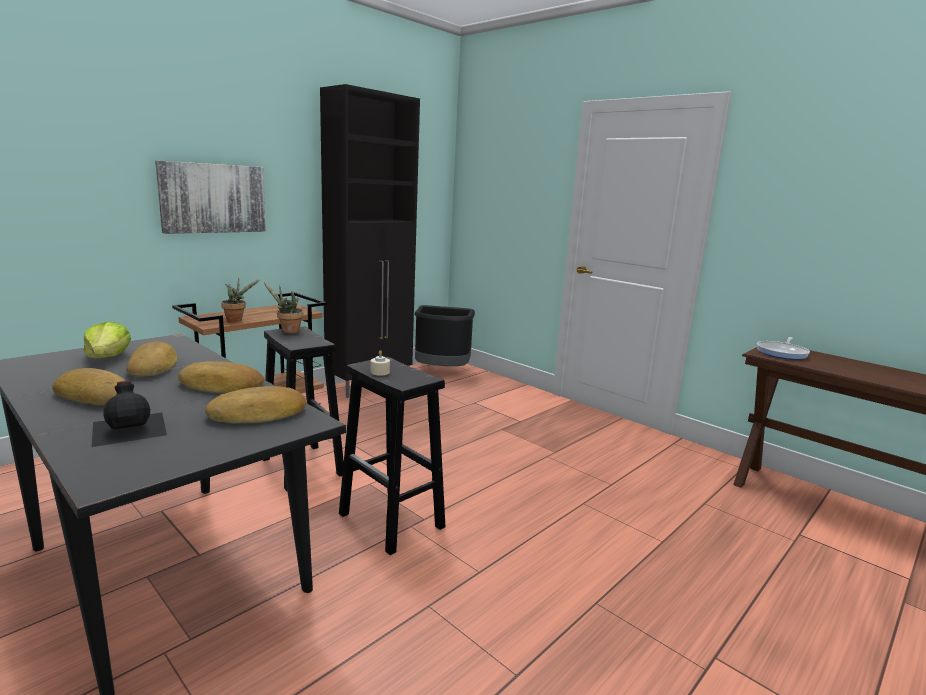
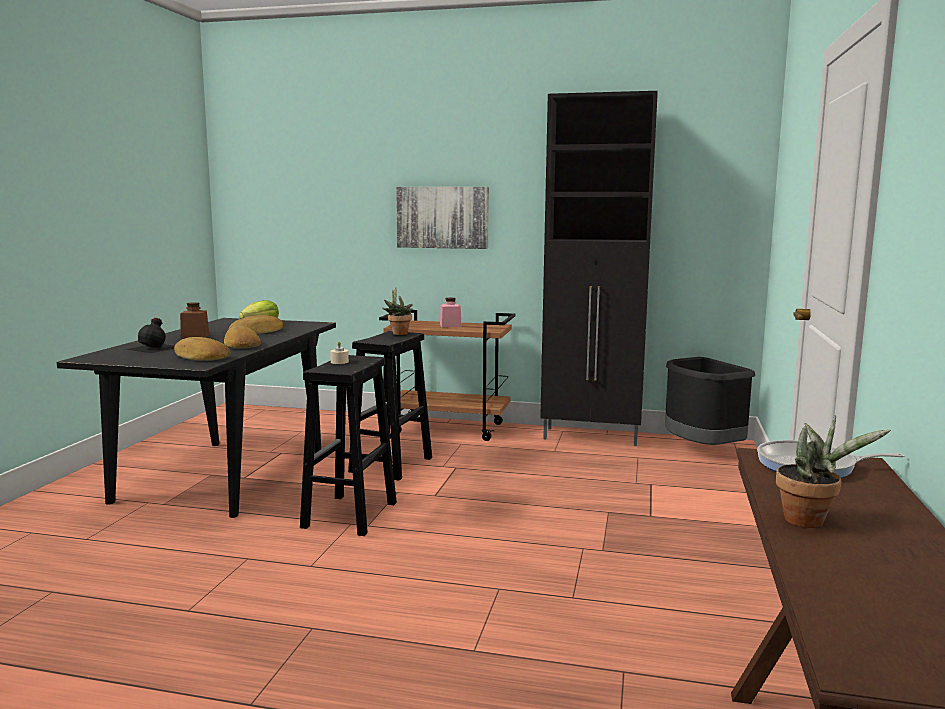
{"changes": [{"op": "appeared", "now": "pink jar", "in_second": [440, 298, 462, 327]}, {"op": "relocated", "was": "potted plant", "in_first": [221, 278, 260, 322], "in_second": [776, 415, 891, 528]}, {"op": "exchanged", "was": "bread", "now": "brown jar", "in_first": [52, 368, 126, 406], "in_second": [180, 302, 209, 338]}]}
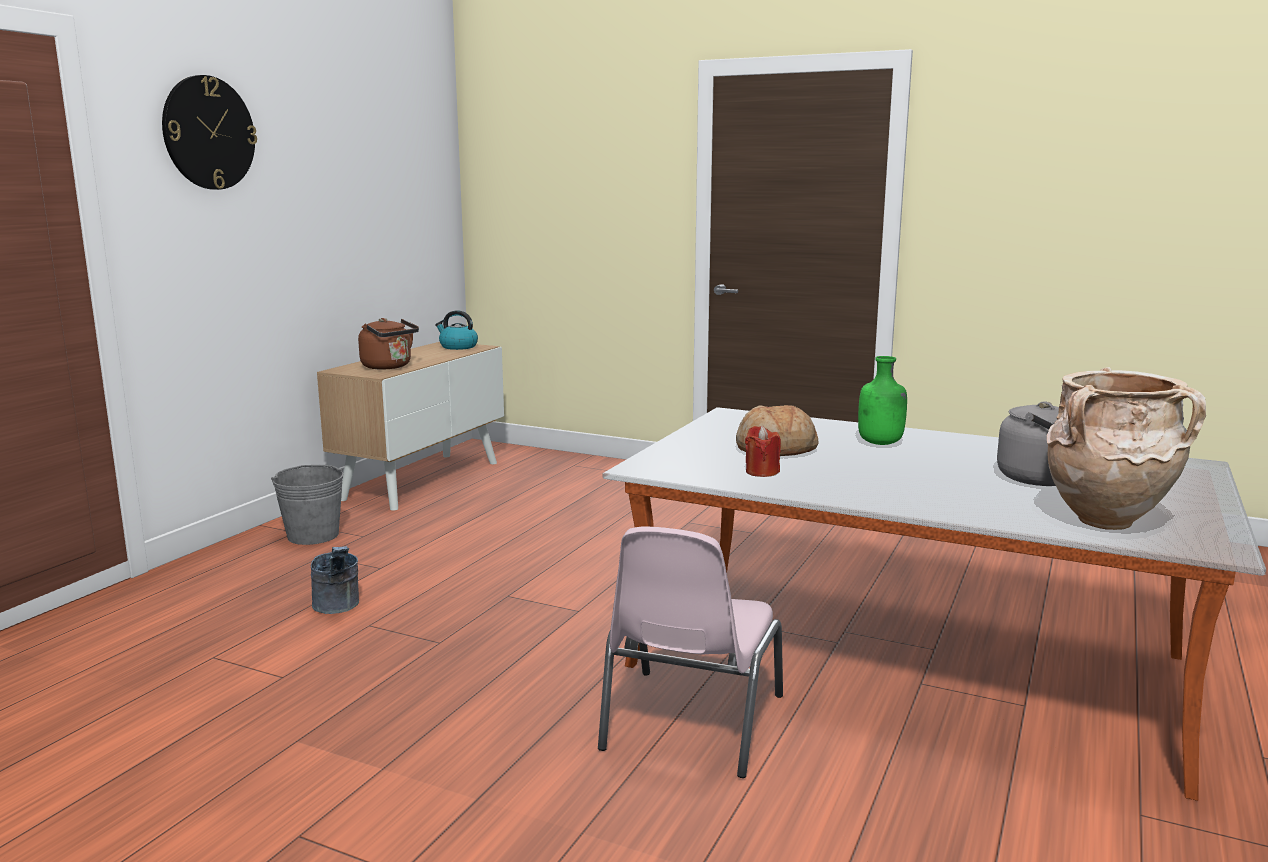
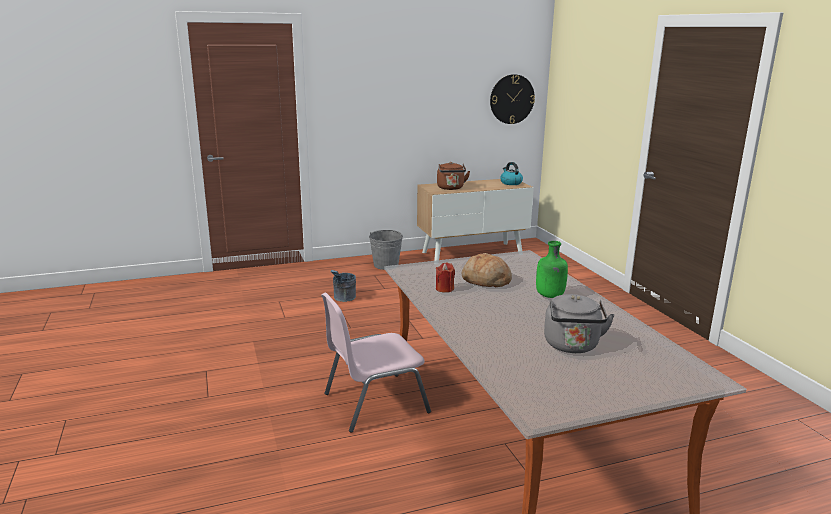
{"changes": [{"op": "missing", "was": "beige vase", "in_first": [1047, 367, 1206, 530]}, {"op": "relocated", "was": "wall clock", "in_first": [162, 75, 257, 190], "in_second": [490, 74, 535, 124]}]}
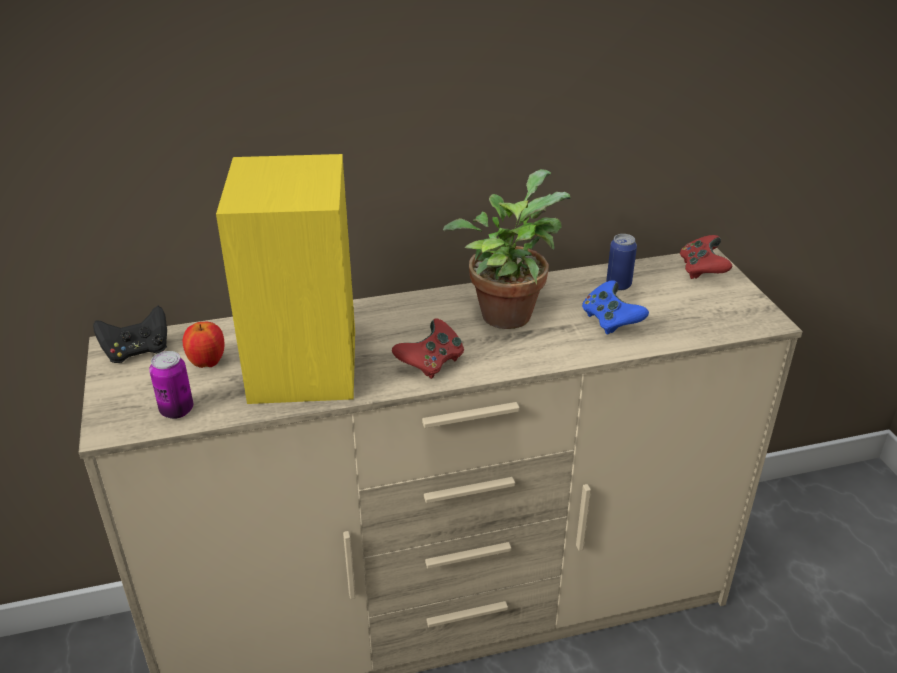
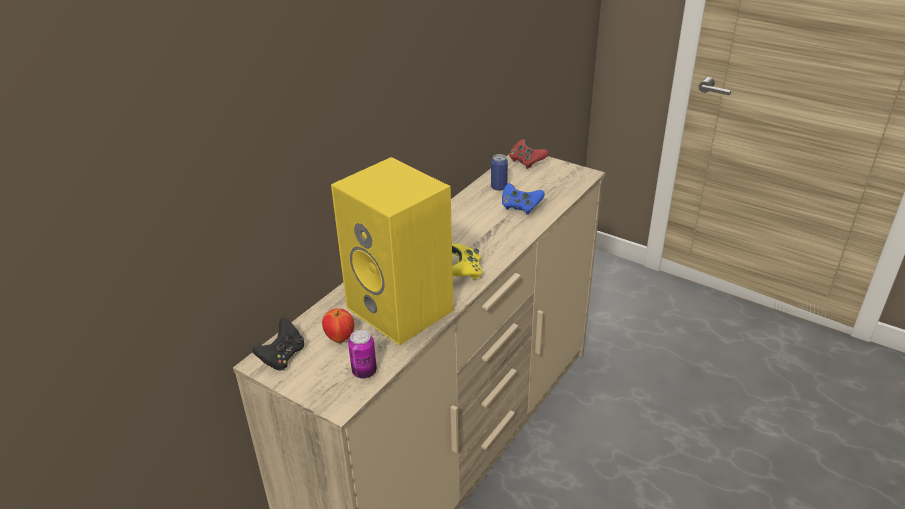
{"changes": [{"op": "missing", "was": "potted plant", "in_first": [443, 169, 571, 329]}, {"op": "colour", "was": "red game controller", "now": "yellow game controller", "in_first": [392, 318, 464, 379], "in_second": [452, 244, 482, 279]}]}
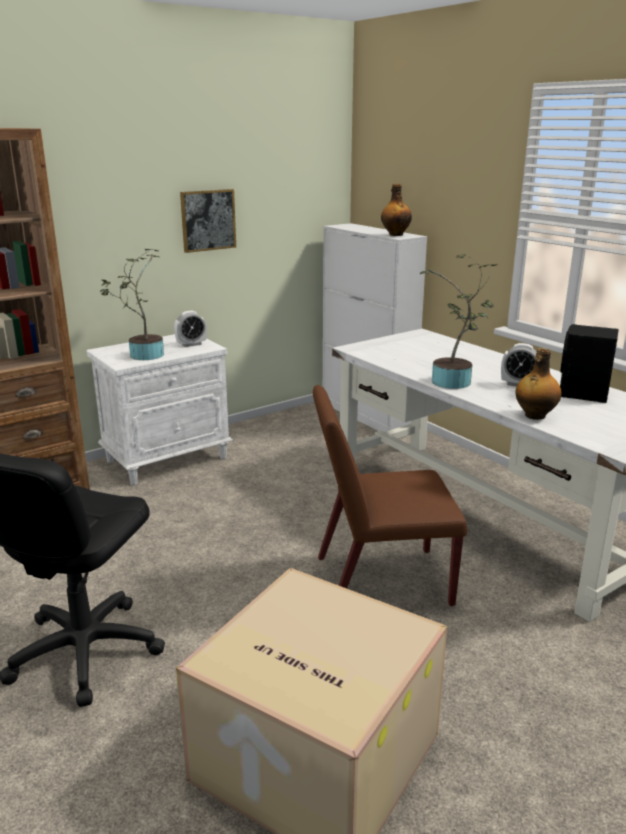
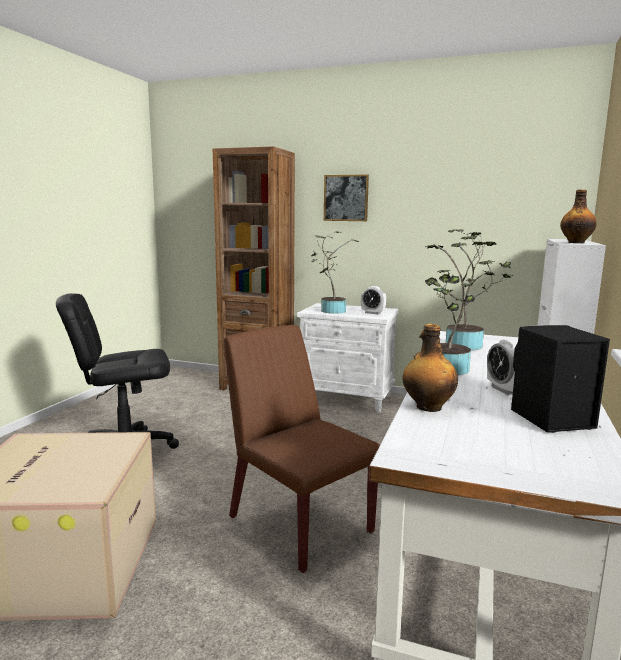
{"changes": [{"op": "appeared", "now": "potted plant", "in_second": [446, 229, 514, 350]}, {"op": "relocated", "was": "picture", "in_first": [180, 189, 236, 253], "in_second": [324, 174, 369, 221]}]}
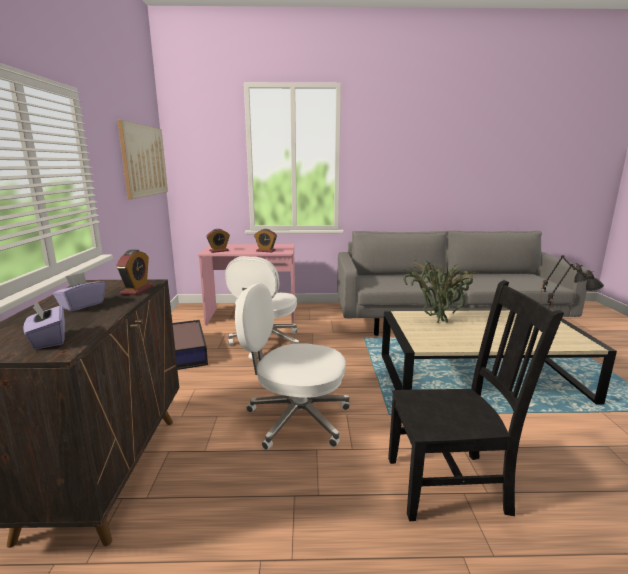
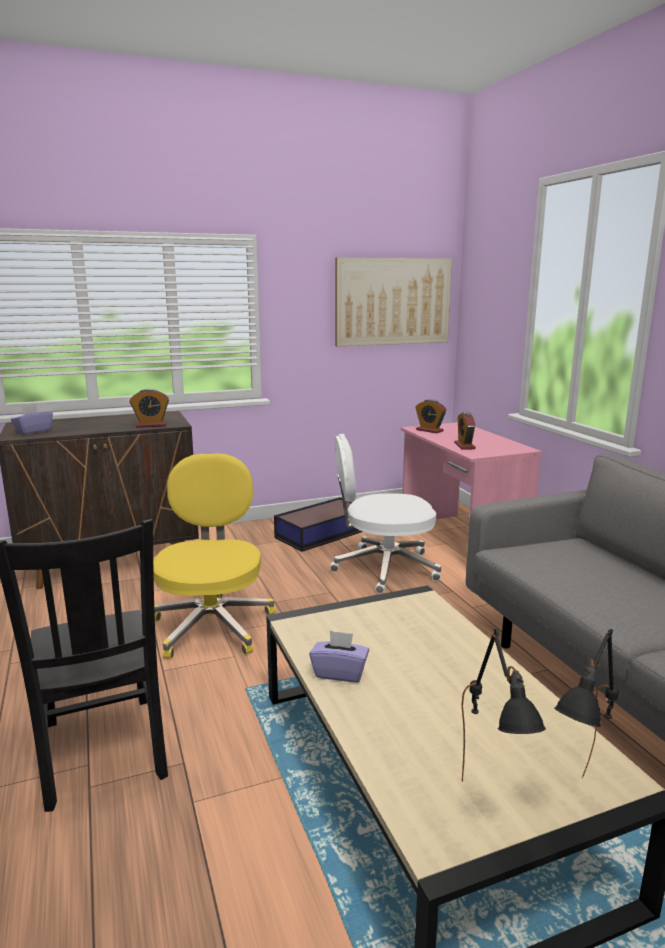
{"changes": [{"op": "missing", "was": "potted plant", "in_first": [403, 260, 478, 323]}, {"op": "relocated", "was": "purple tissue box", "in_first": [53, 272, 105, 311], "in_second": [309, 630, 369, 682]}, {"op": "colour", "was": "white office chair", "now": "yellow office chair", "in_first": [235, 283, 350, 450], "in_second": [153, 453, 276, 659]}]}
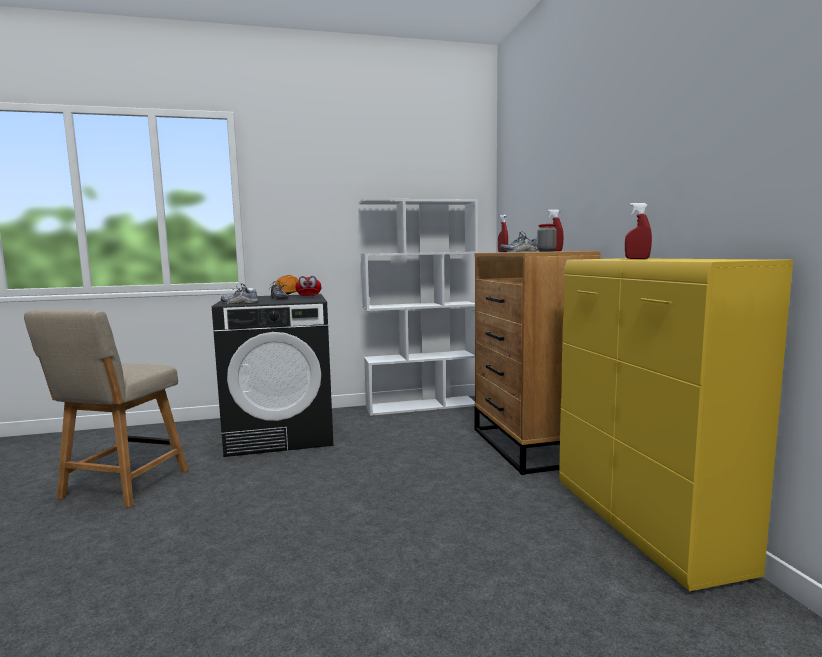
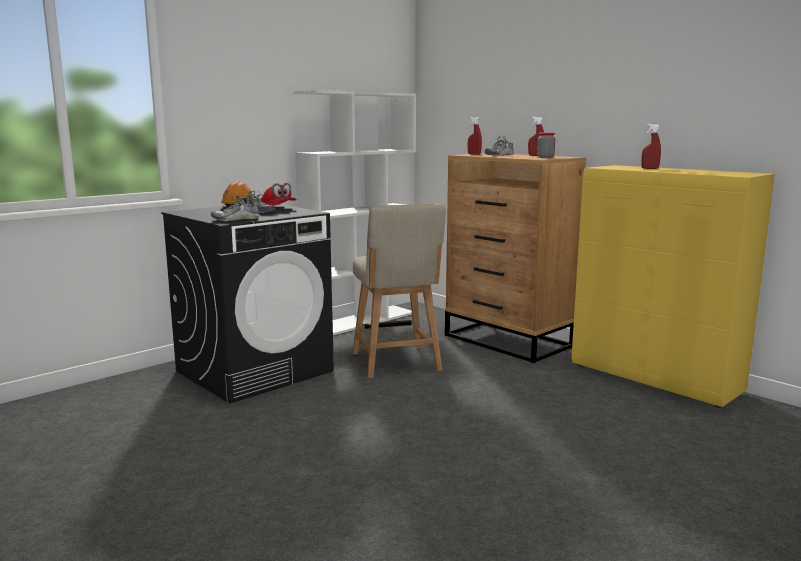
{"changes": [{"op": "relocated", "was": "beige chair", "in_first": [24, 310, 188, 508], "in_second": [352, 204, 446, 378]}]}
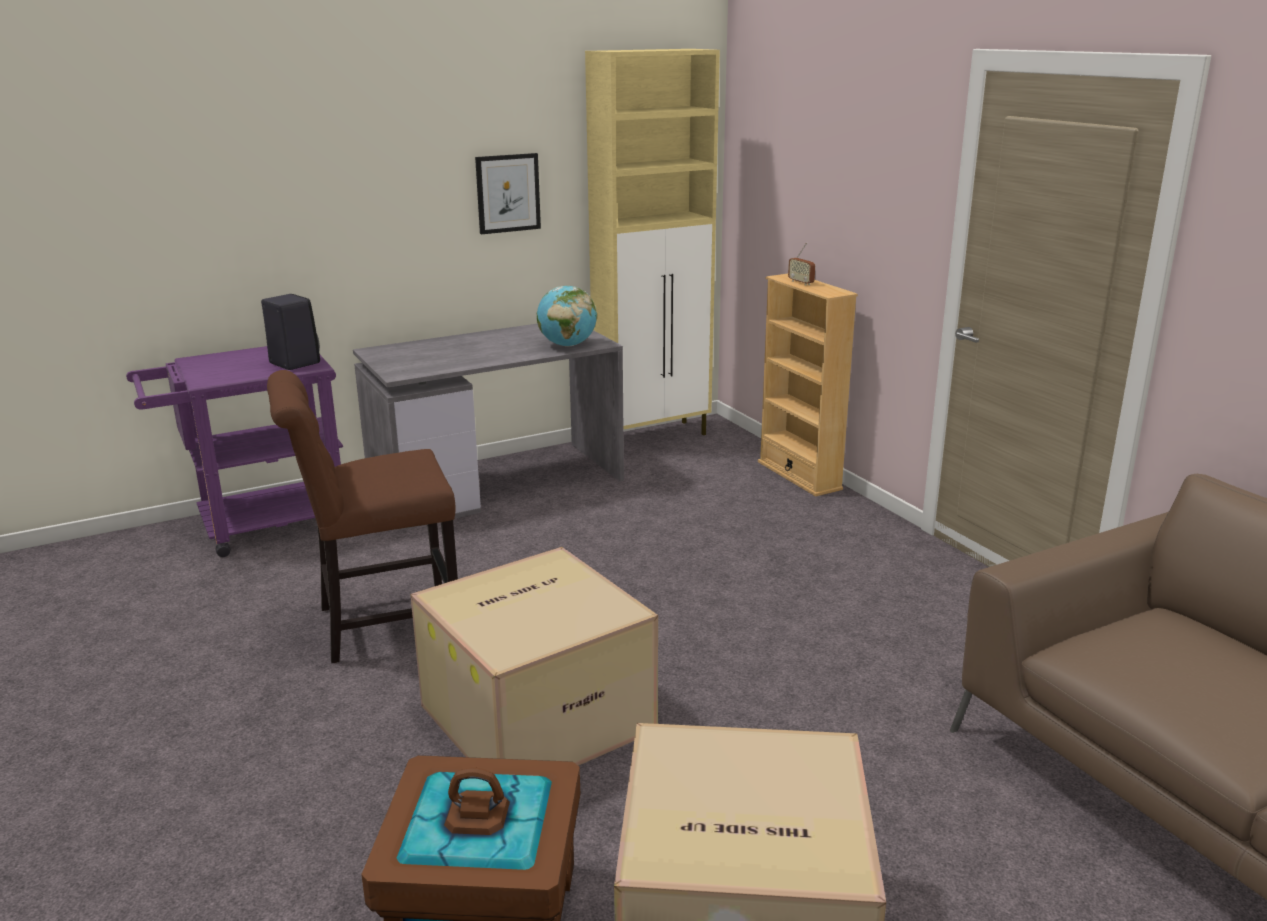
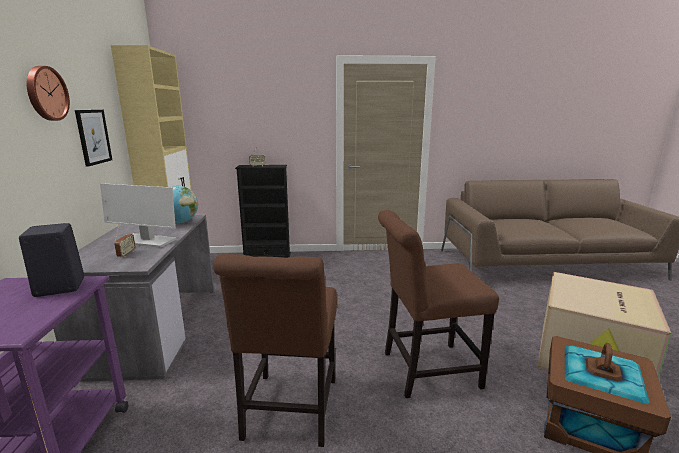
{"changes": [{"op": "appeared", "now": "wall clock", "in_second": [27, 66, 70, 121]}, {"op": "appeared", "now": "monitor", "in_second": [100, 183, 177, 248]}, {"op": "appeared", "now": "radio", "in_second": [114, 224, 135, 257]}, {"op": "exchanged", "was": "cardboard box", "now": "brown chair", "in_first": [410, 547, 658, 766], "in_second": [378, 210, 499, 398]}, {"op": "colour", "was": "beige bookcase", "now": "black bookcase", "in_first": [758, 274, 858, 497], "in_second": [235, 165, 291, 258]}]}
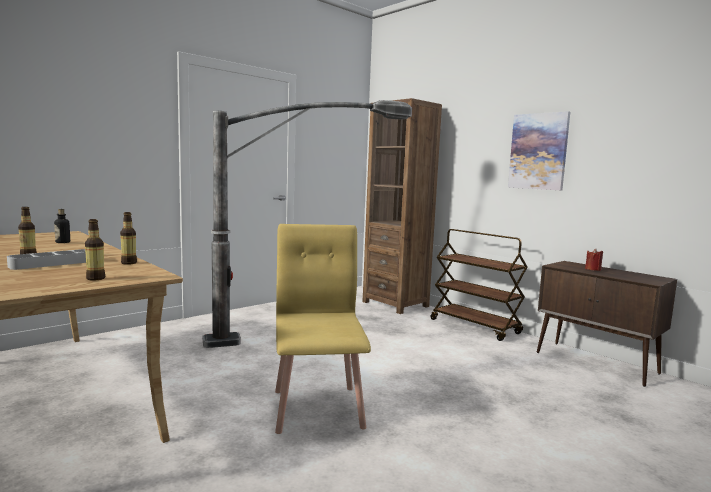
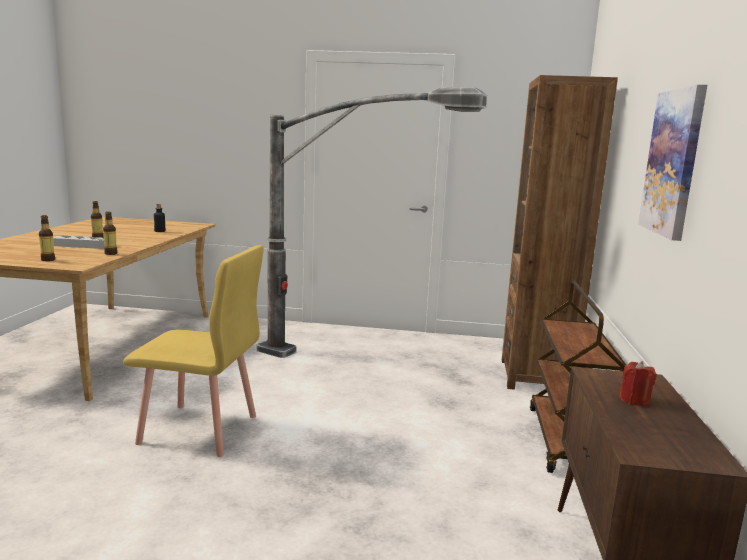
{"changes": [{"op": "spun", "was": "yellow chair", "in_first": [275, 224, 371, 434], "in_second": [123, 245, 264, 457], "clockwise": 60}]}
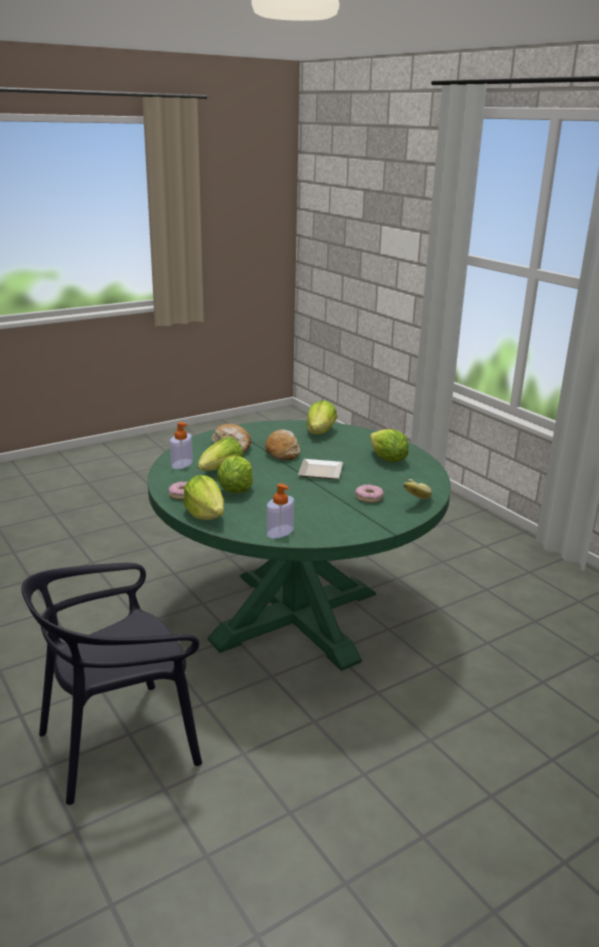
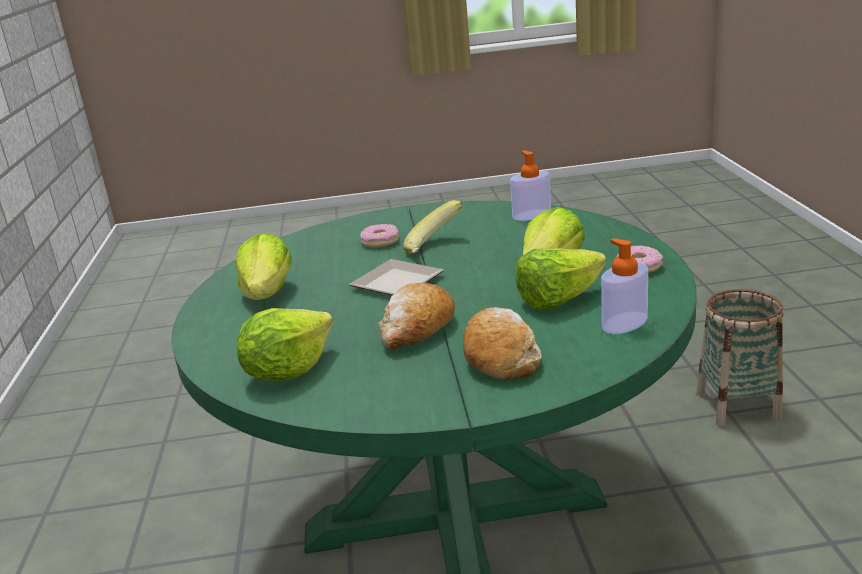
{"changes": [{"op": "missing", "was": "lettuce", "in_first": [183, 475, 224, 520]}, {"op": "relocated", "was": "banana", "in_first": [403, 479, 432, 499], "in_second": [403, 200, 463, 253]}, {"op": "exchanged", "was": "black chair", "now": "basket", "in_first": [21, 563, 202, 805], "in_second": [696, 289, 784, 427]}]}
